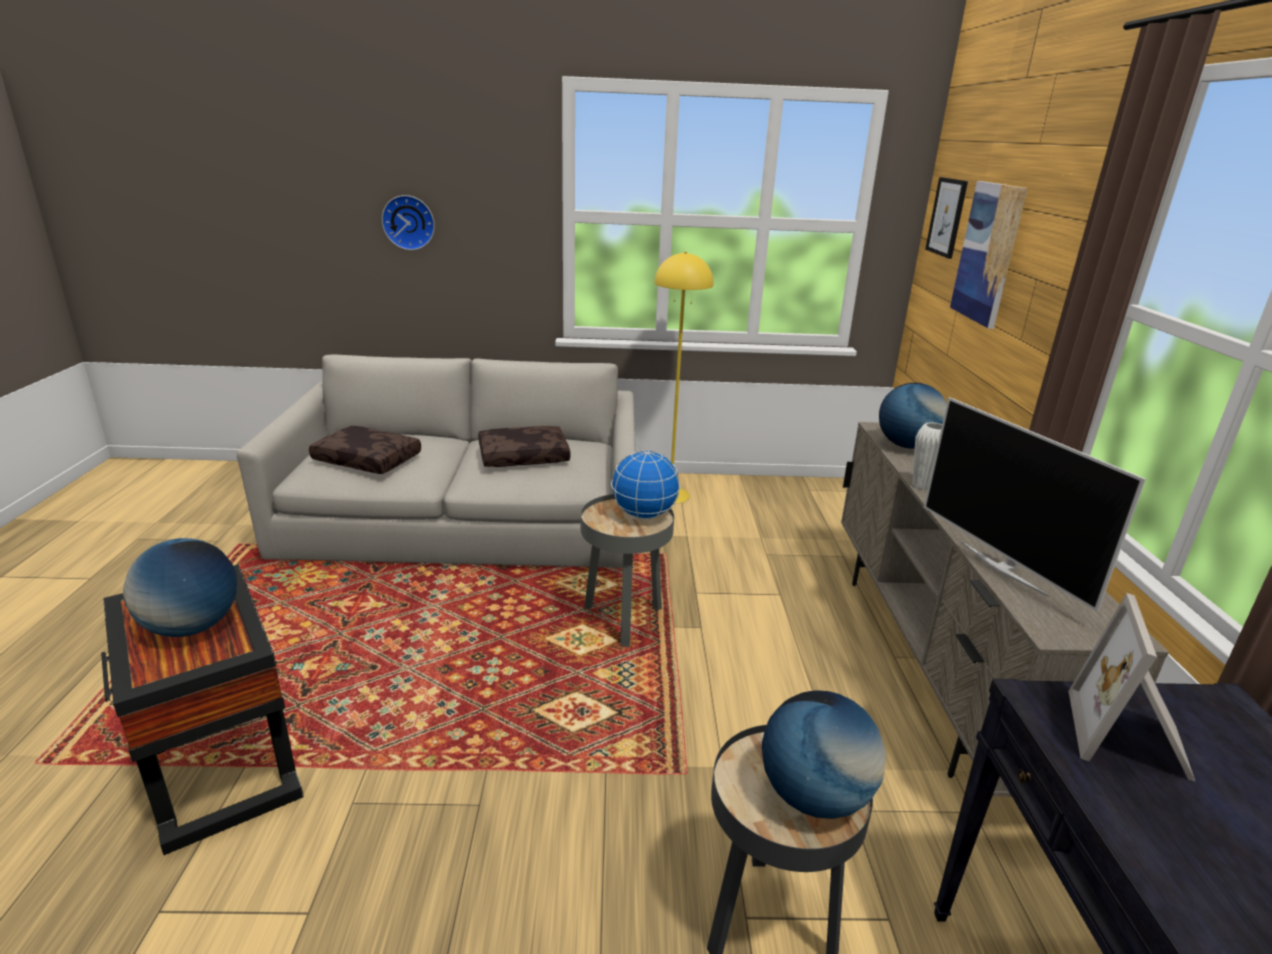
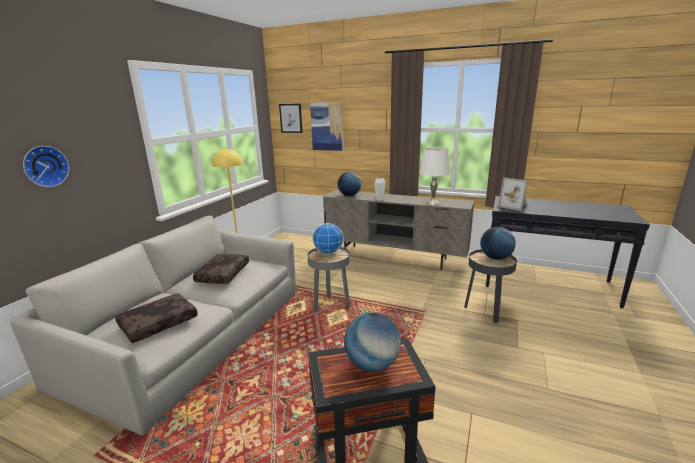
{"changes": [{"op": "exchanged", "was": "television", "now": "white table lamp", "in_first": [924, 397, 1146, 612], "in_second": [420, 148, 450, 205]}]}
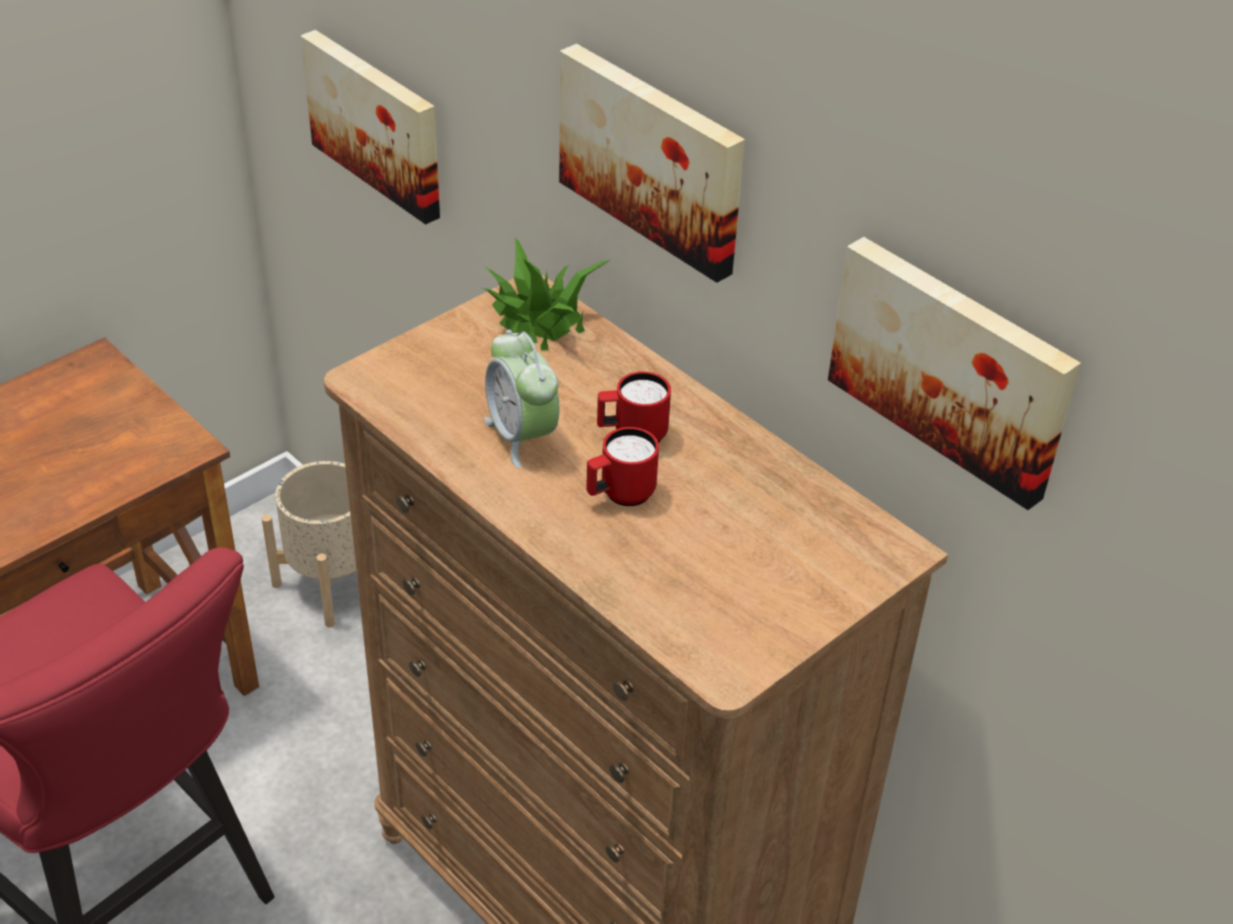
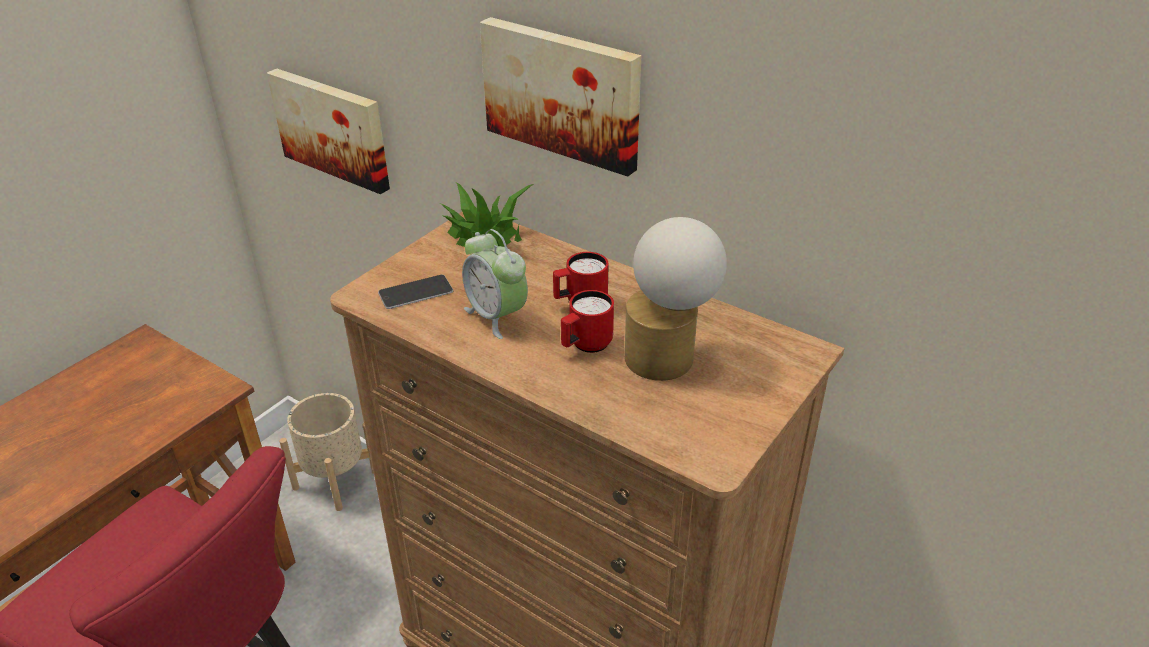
{"changes": [{"op": "missing", "was": "picture", "in_first": [828, 237, 1081, 510]}, {"op": "appeared", "now": "phone", "in_second": [378, 275, 453, 309]}, {"op": "appeared", "now": "table lamp", "in_second": [624, 217, 727, 381]}]}
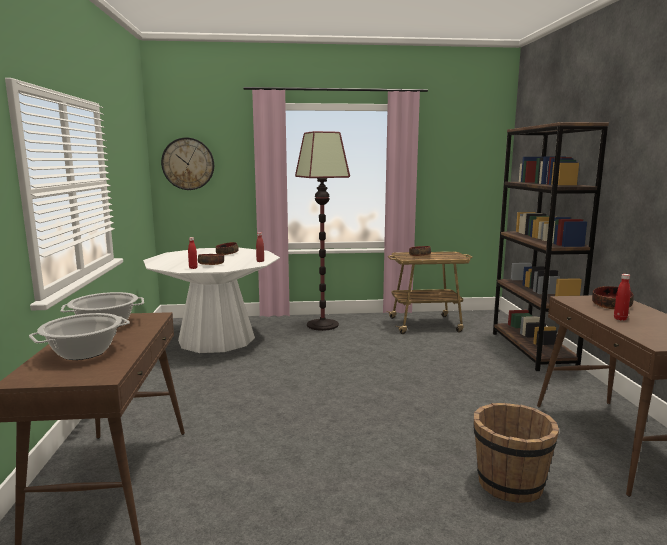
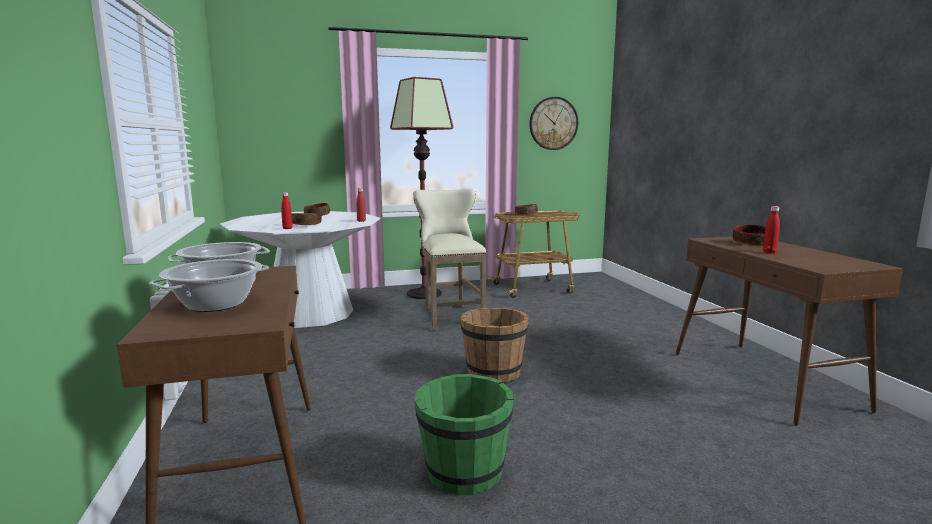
{"changes": [{"op": "missing", "was": "brown bookcase", "in_first": [493, 122, 609, 371]}, {"op": "appeared", "now": "beige stool", "in_second": [413, 189, 487, 331]}, {"op": "appeared", "now": "green bucket", "in_second": [414, 374, 514, 495]}, {"op": "relocated", "was": "wall clock", "in_first": [161, 137, 214, 190], "in_second": [529, 97, 578, 150]}, {"op": "relocated", "was": "brown bucket", "in_first": [473, 403, 559, 503], "in_second": [460, 307, 529, 382]}]}
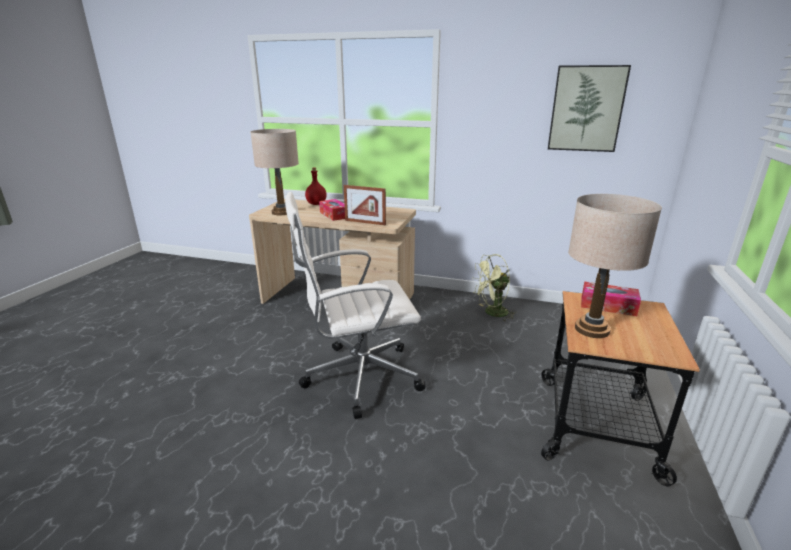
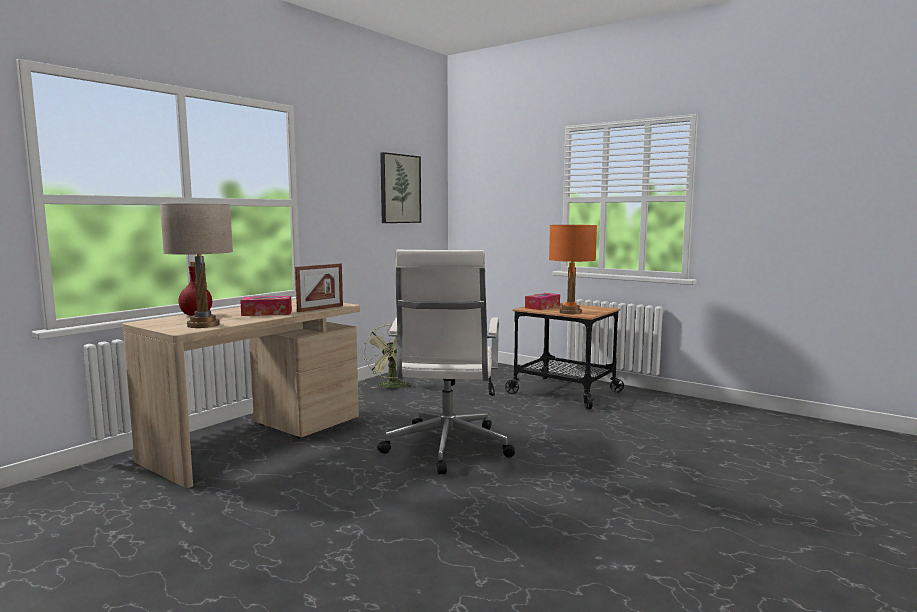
{"changes": [{"op": "colour", "was": "beige table lamp", "now": "orange table lamp", "in_first": [568, 194, 662, 338], "in_second": [549, 225, 597, 314]}]}
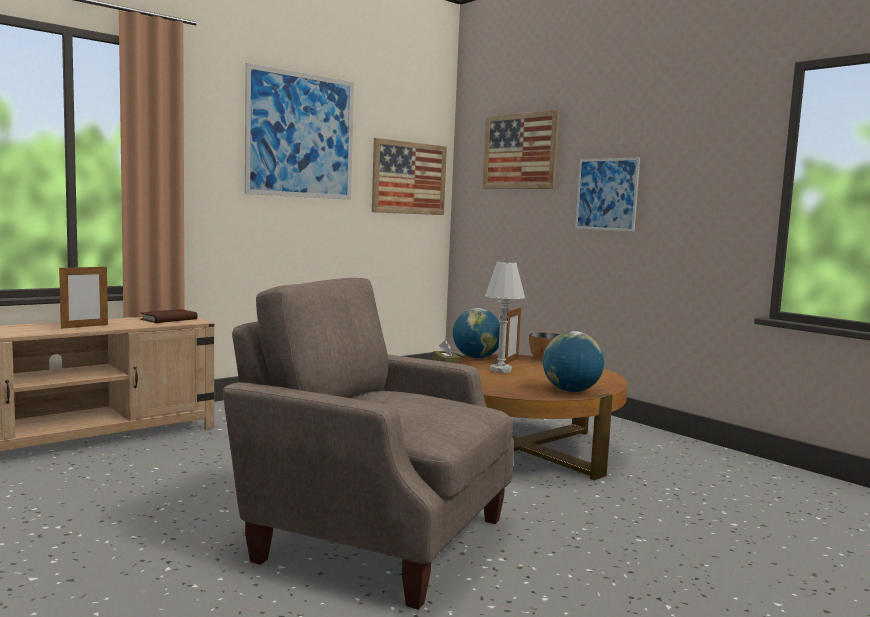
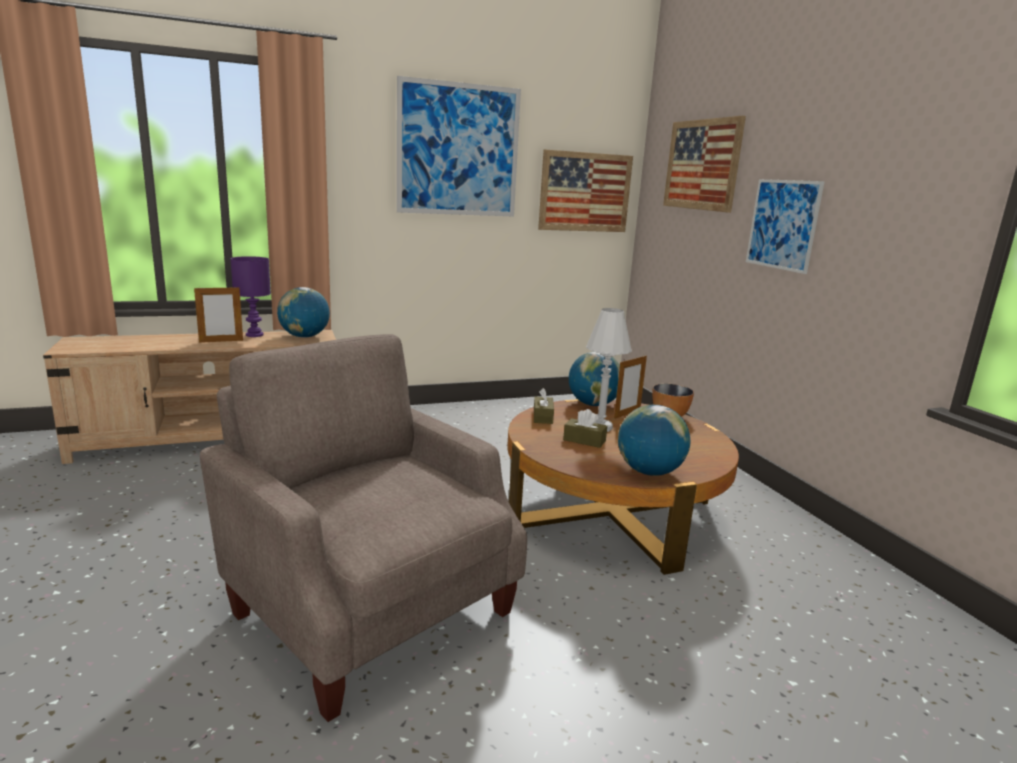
{"changes": [{"op": "appeared", "now": "purple table lamp", "in_second": [230, 256, 271, 337]}, {"op": "appeared", "now": "brown tissue box", "in_second": [563, 409, 607, 448]}, {"op": "exchanged", "was": "brown book", "now": "globe", "in_first": [141, 309, 198, 323], "in_second": [277, 287, 330, 338]}]}
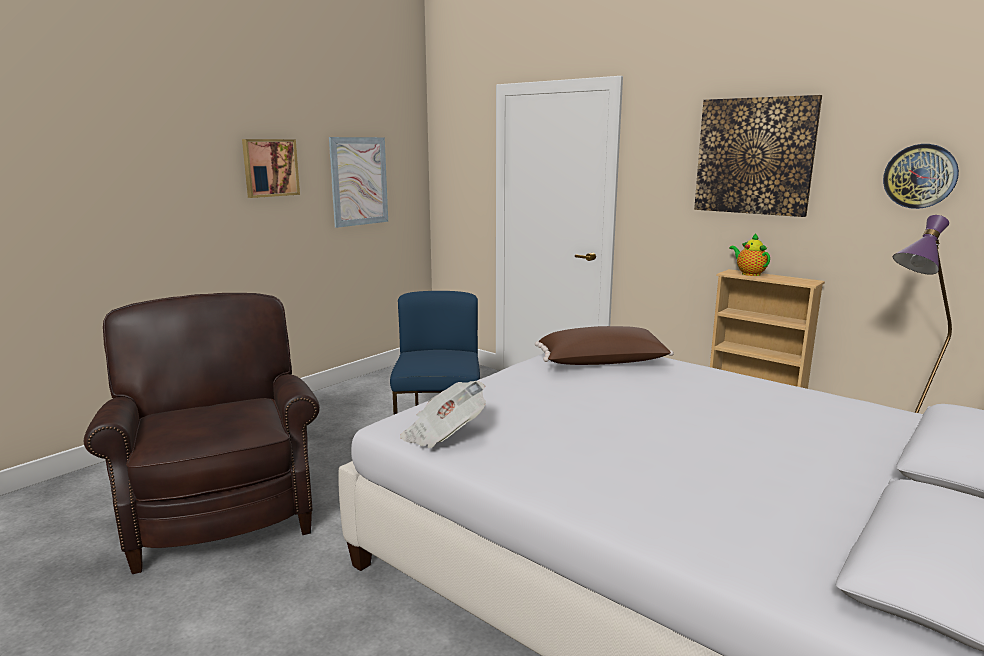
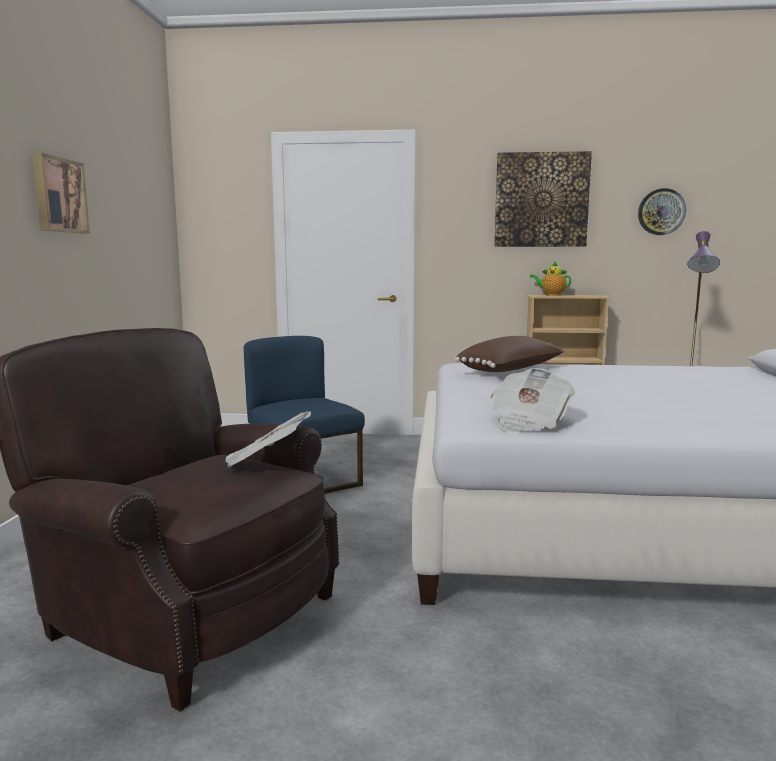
{"changes": [{"op": "missing", "was": "picture", "in_first": [329, 137, 388, 228]}, {"op": "appeared", "now": "newspaper", "in_second": [226, 411, 311, 468]}]}
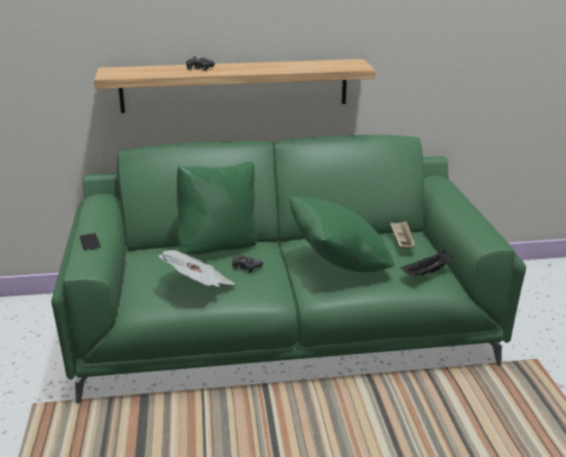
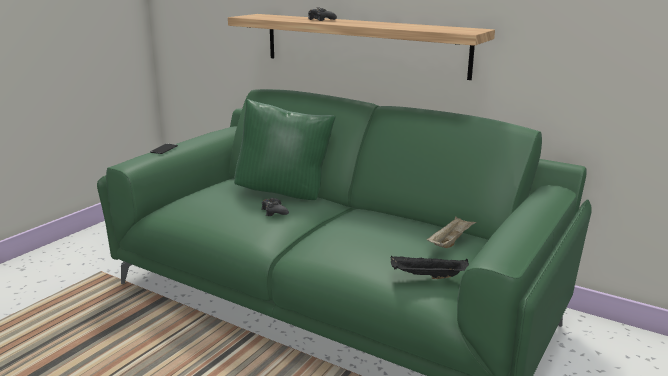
{"changes": [{"op": "missing", "was": "newspaper", "in_first": [158, 250, 235, 287]}, {"op": "missing", "was": "green pillow", "in_first": [290, 196, 395, 272]}]}
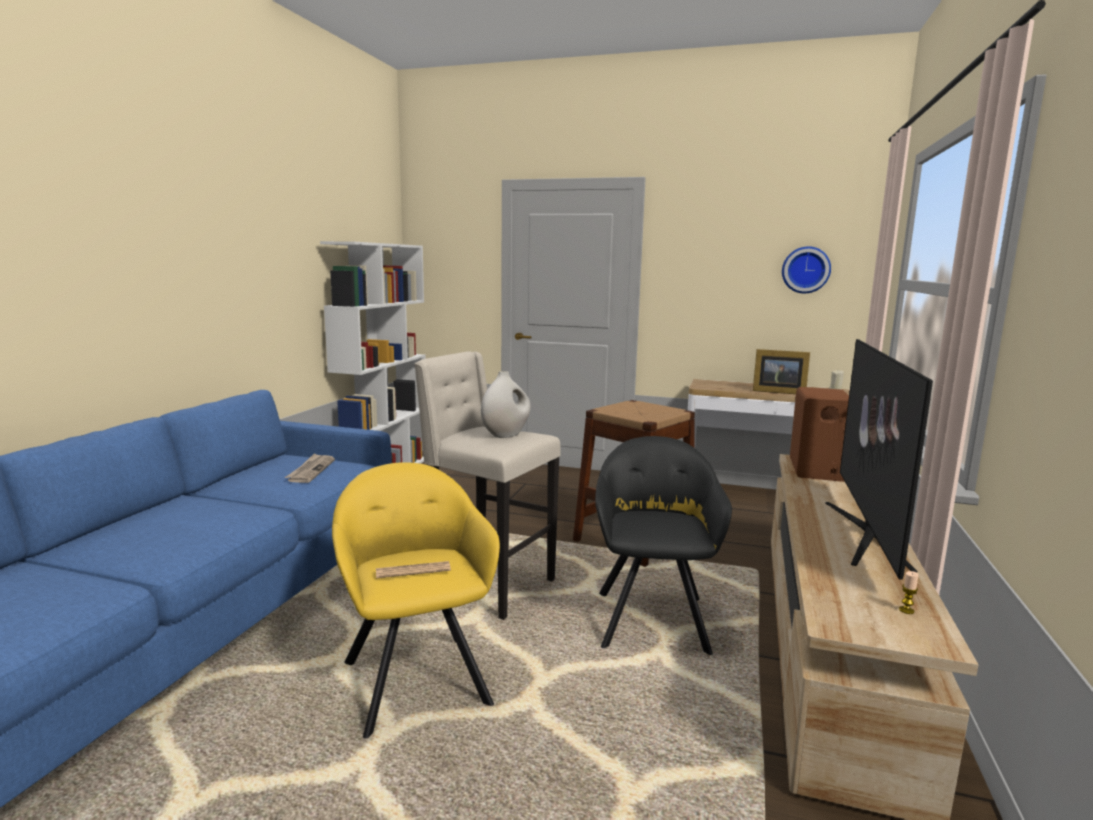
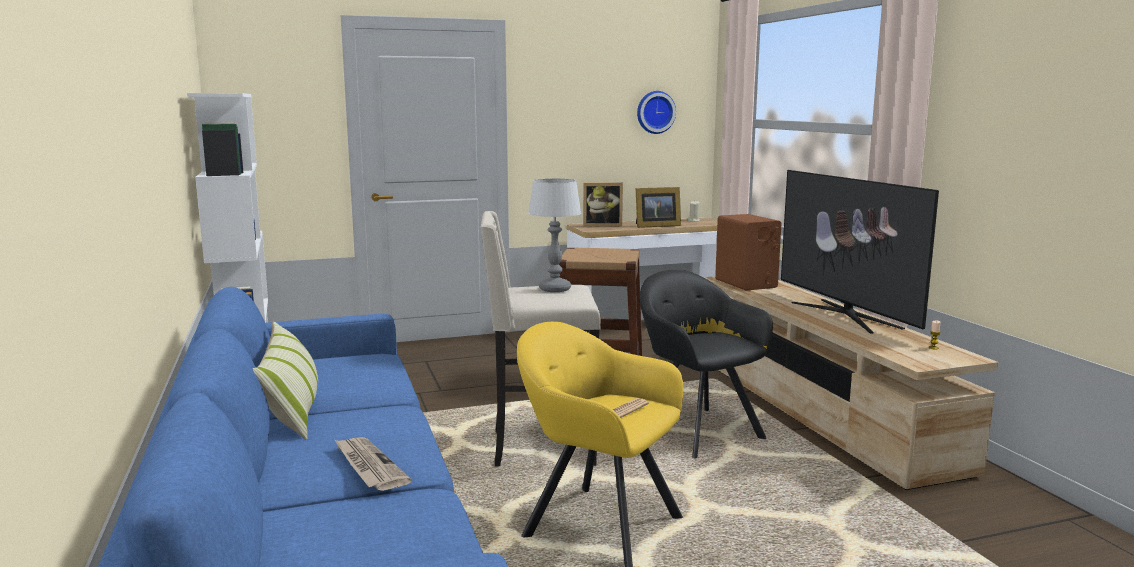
{"changes": [{"op": "appeared", "now": "pillow", "in_second": [253, 321, 318, 440]}, {"op": "appeared", "now": "picture frame", "in_second": [583, 182, 623, 227]}, {"op": "relocated", "was": "newspaper", "in_first": [285, 453, 335, 483], "in_second": [335, 437, 412, 491]}, {"op": "exchanged", "was": "white vase", "now": "table lamp", "in_first": [481, 371, 531, 438], "in_second": [528, 179, 582, 292]}]}
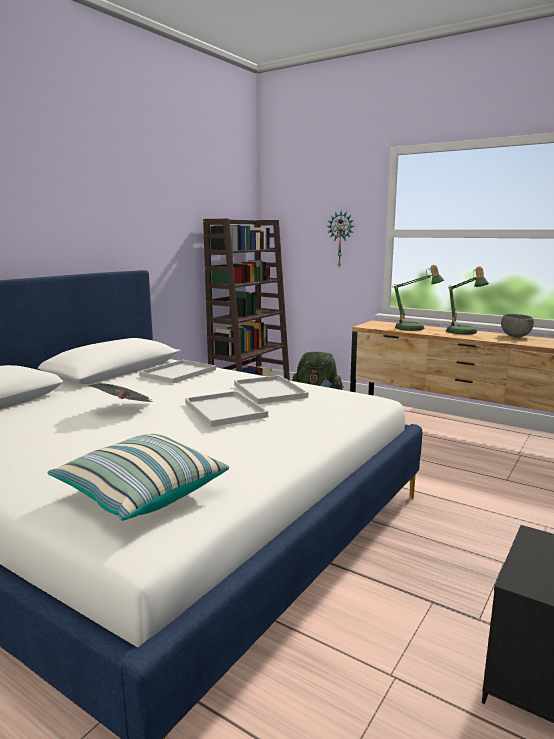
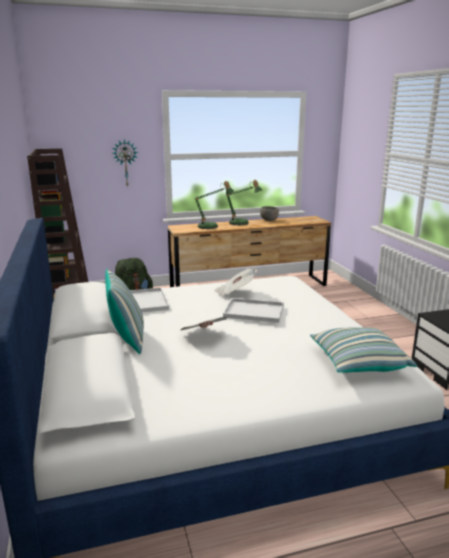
{"changes": [{"op": "appeared", "now": "pillow", "in_second": [105, 268, 144, 354]}, {"op": "exchanged", "was": "white tray", "now": "newspaper", "in_first": [234, 375, 308, 404], "in_second": [215, 269, 257, 296]}]}
